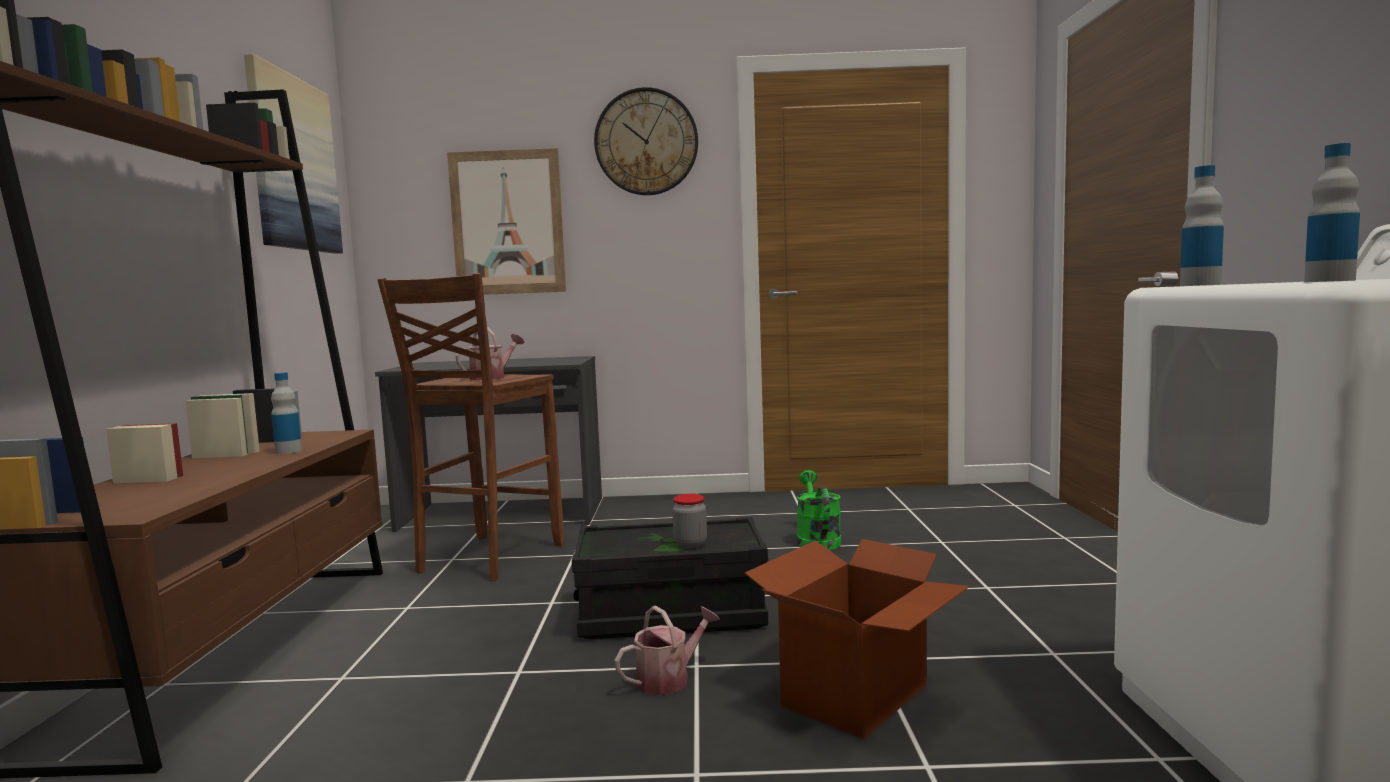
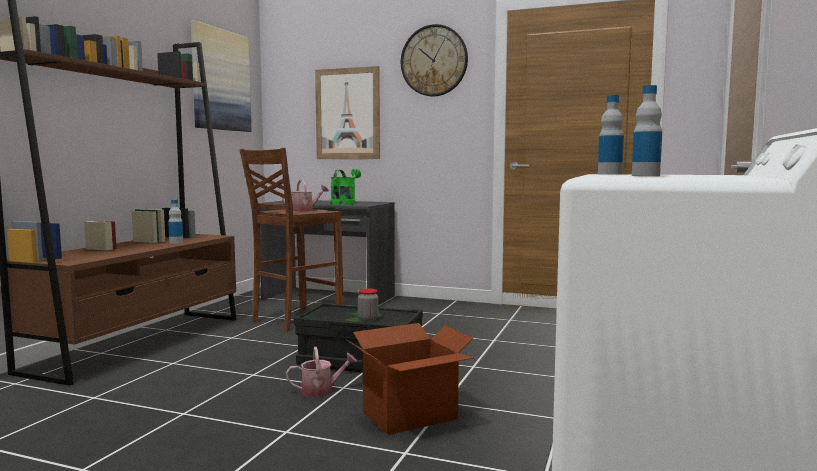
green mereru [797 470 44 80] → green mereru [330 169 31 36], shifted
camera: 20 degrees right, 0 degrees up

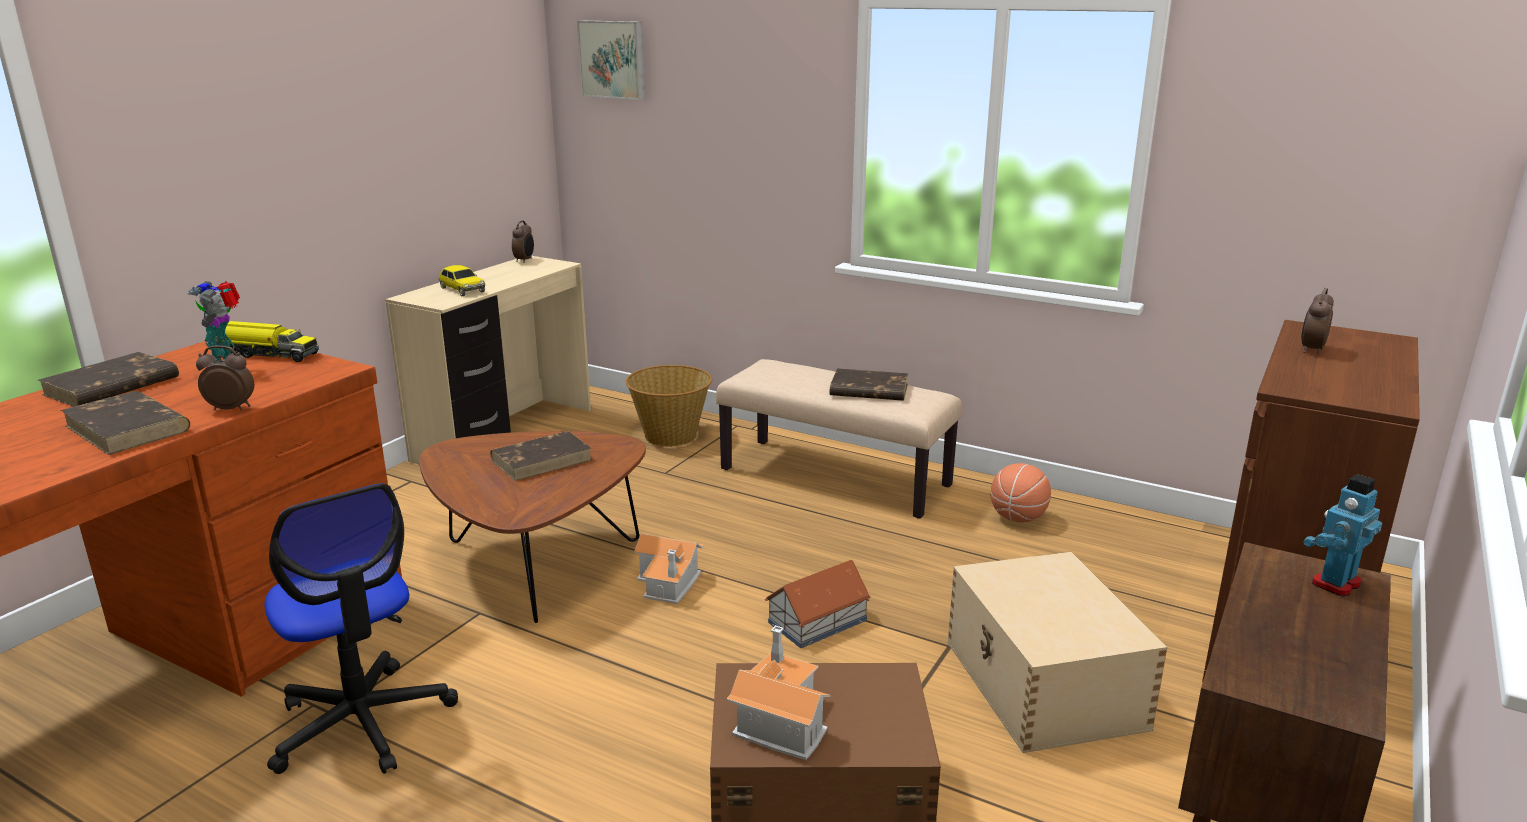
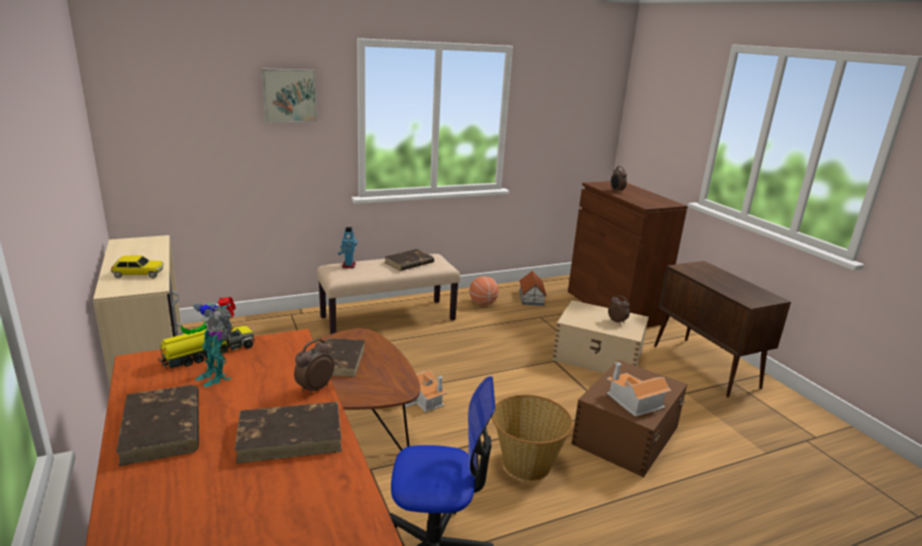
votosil [577 21 68 79] → votosil [261 68 56 54], shifted
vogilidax [1304 474 78 122] → vogilidax [338 226 20 42], shifted
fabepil [625 365 87 82] → fabepil [492 395 81 86], shifted
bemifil [765 560 106 88] → bemifil [519 271 28 35], shifted
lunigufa [512 220 22 43] → lunigufa [608 295 22 29], shifted
camera: 55 degrees left, 0 degrees up

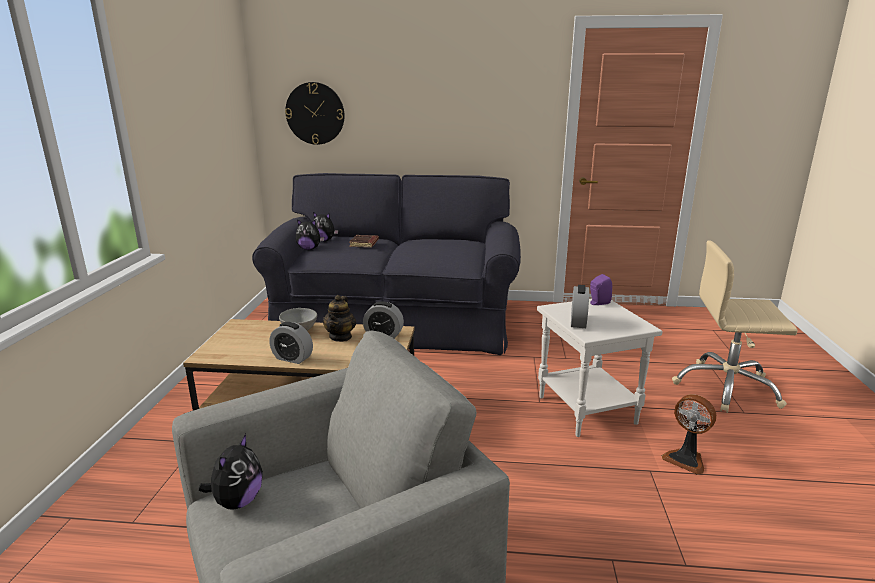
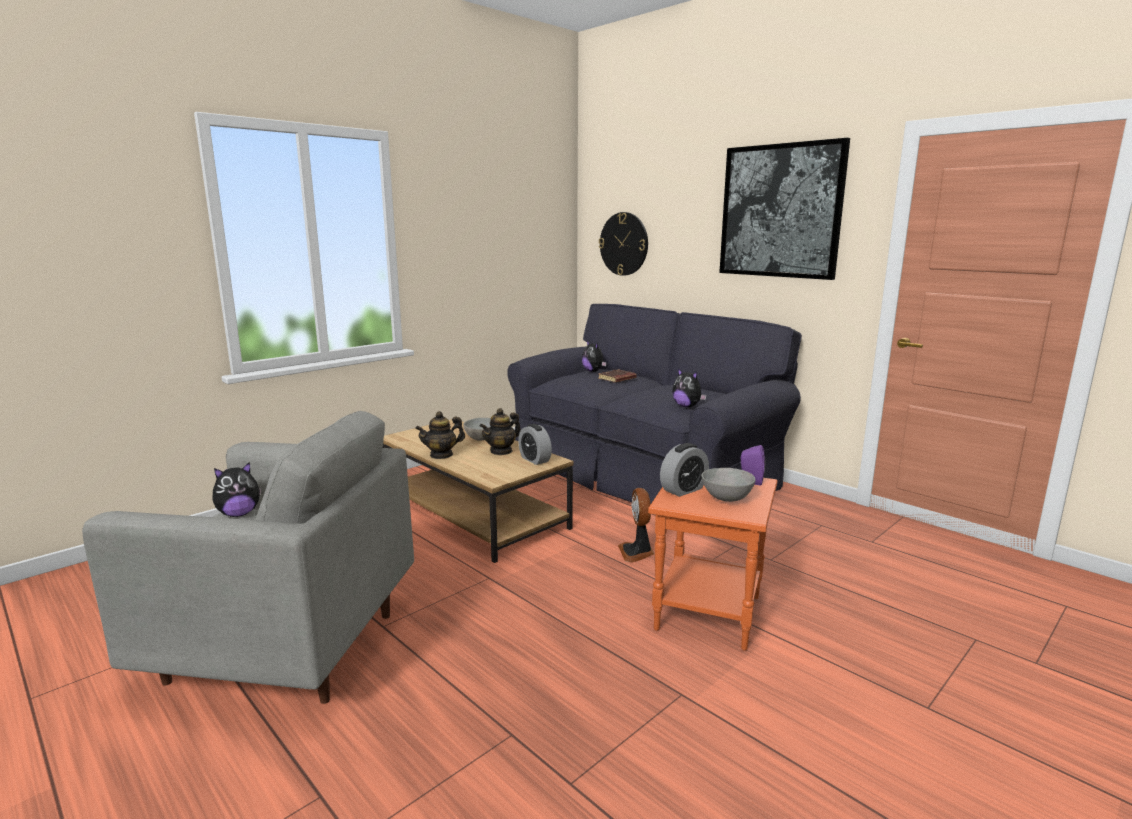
lunigufa [269 322 44 42] → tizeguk [415 411 50 48]
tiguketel [662 394 54 81] → tiguketel [618 488 36 74], shifted
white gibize [537 299 126 138] → orange gibize [648 478 130 172]
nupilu [296 219 28 31] → nupilu [672 368 35 39], shifted
- → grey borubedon [701 468 55 34]
- → votosil [719 138 131 142]
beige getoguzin [672 240 126 173] → -
camera: 40 degrees right, 5 degrees down

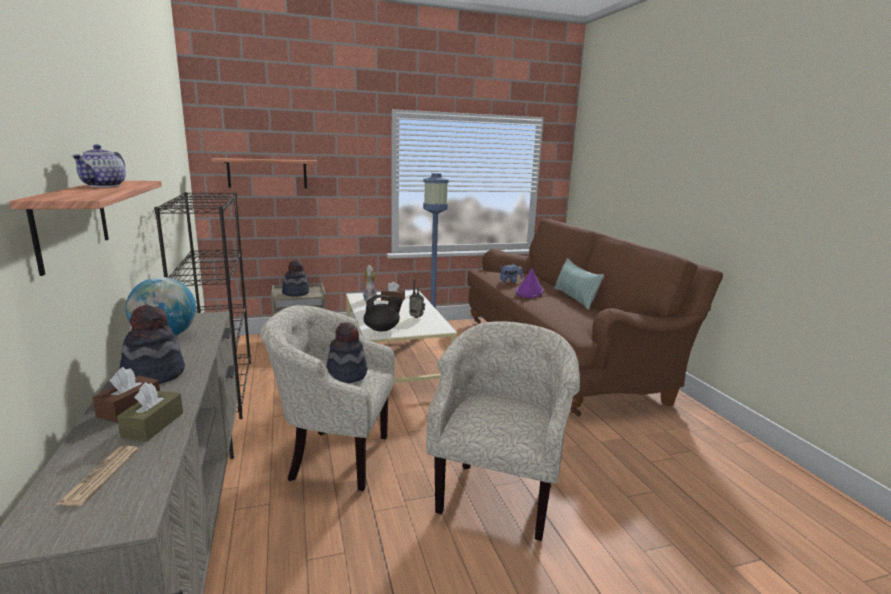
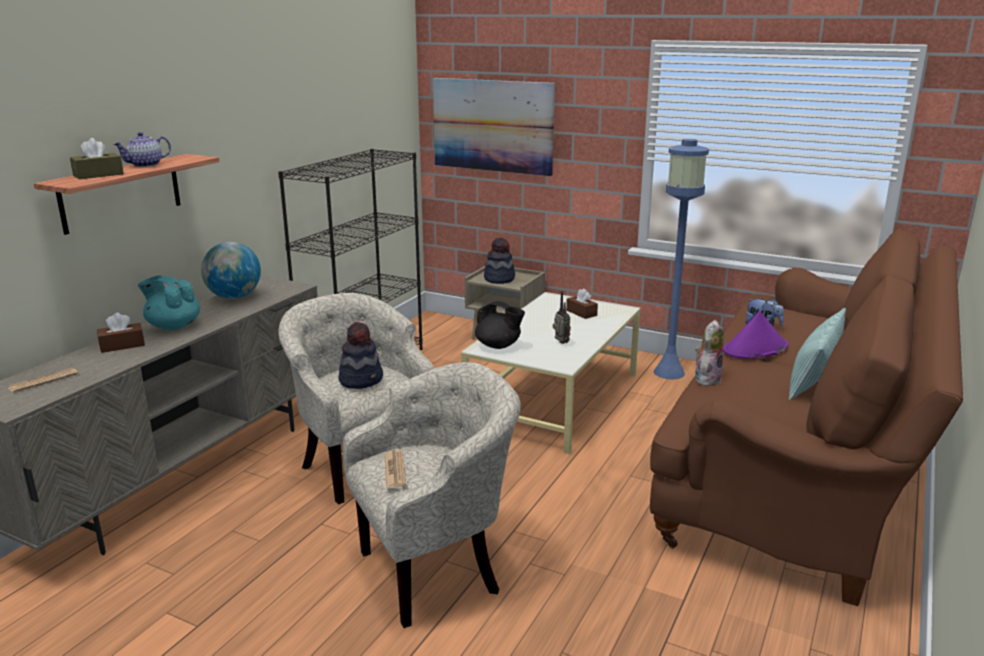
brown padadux [117 382 66 59] → brown padadux [70 138 54 41], shifted
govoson [120 305 65 79] → turquoise tizeguk [138 276 62 54]
- → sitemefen [384 450 22 38]
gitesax [211 158 107 30] → votosil [433 78 122 98]
nupilu [361 265 16 36] → nupilu [695 320 29 66], shifted
camera: 45 degrees right, 5 degrees up

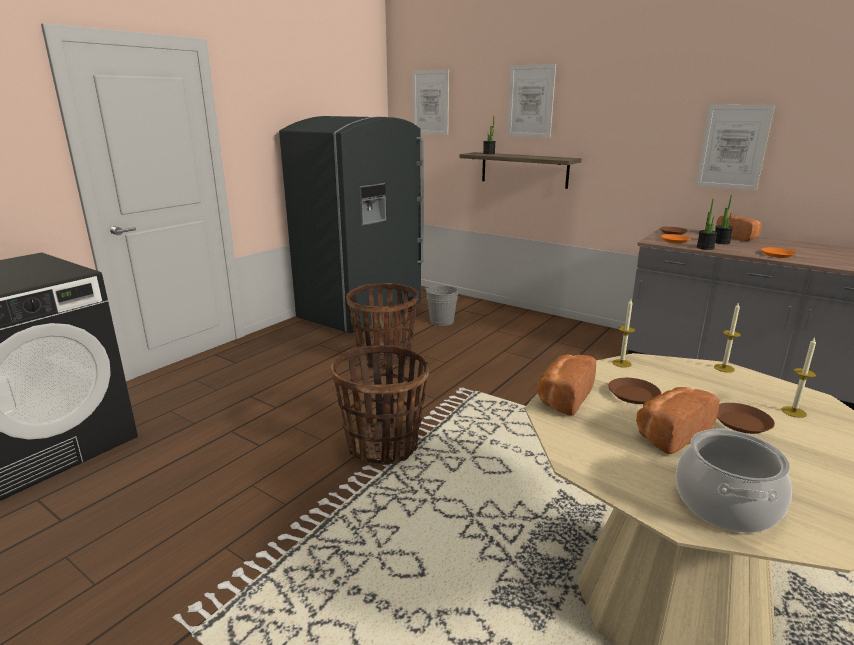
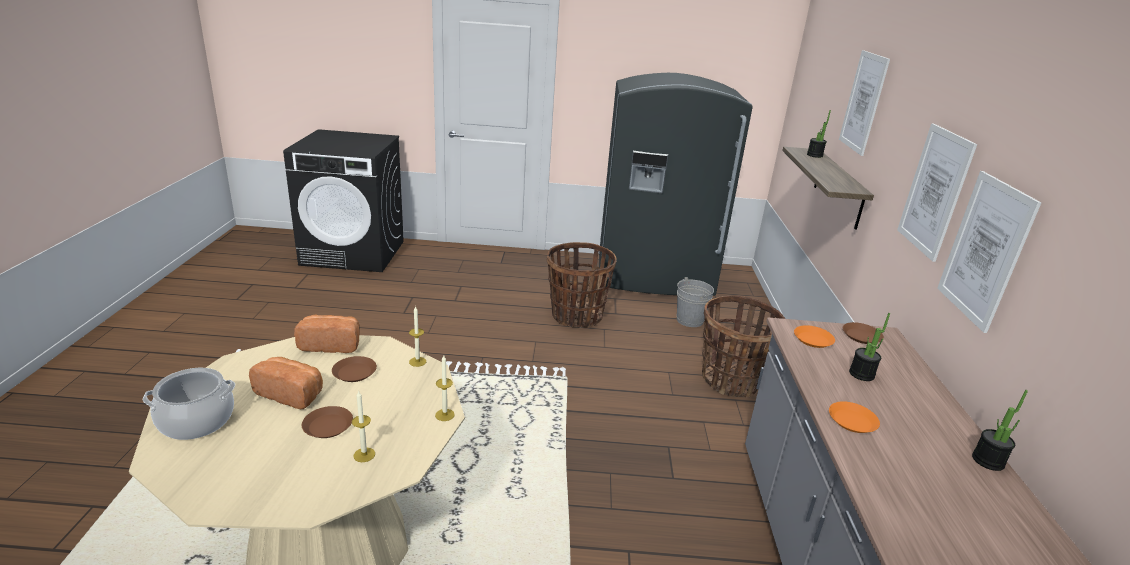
fabepil [331 345 98 120] → fabepil [702 296 83 102], shifted
votosil [413 70 36 65] → votosil [897 123 80 139], shifted
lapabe [697 199 20 51] → lapabe [972 390 56 81], shifted
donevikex [716 215 45 26] → -
camera: 55 degrees right, 5 degrees up

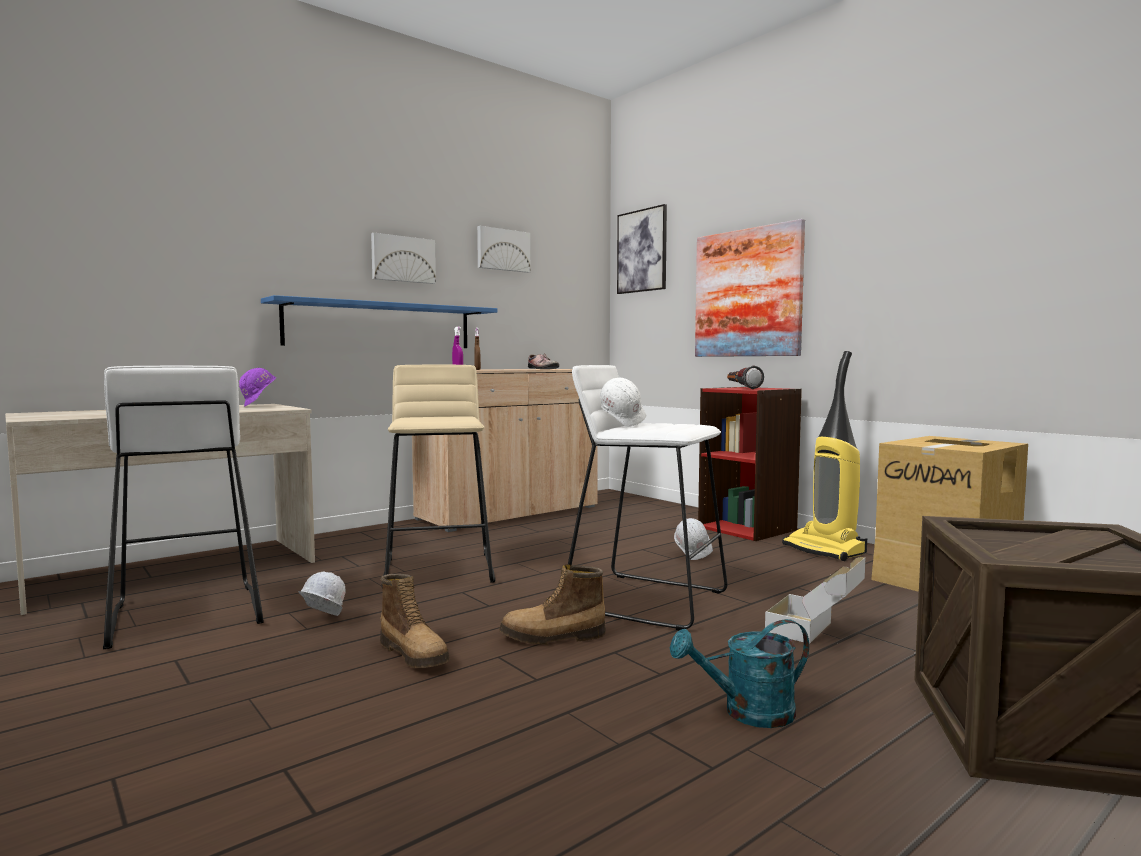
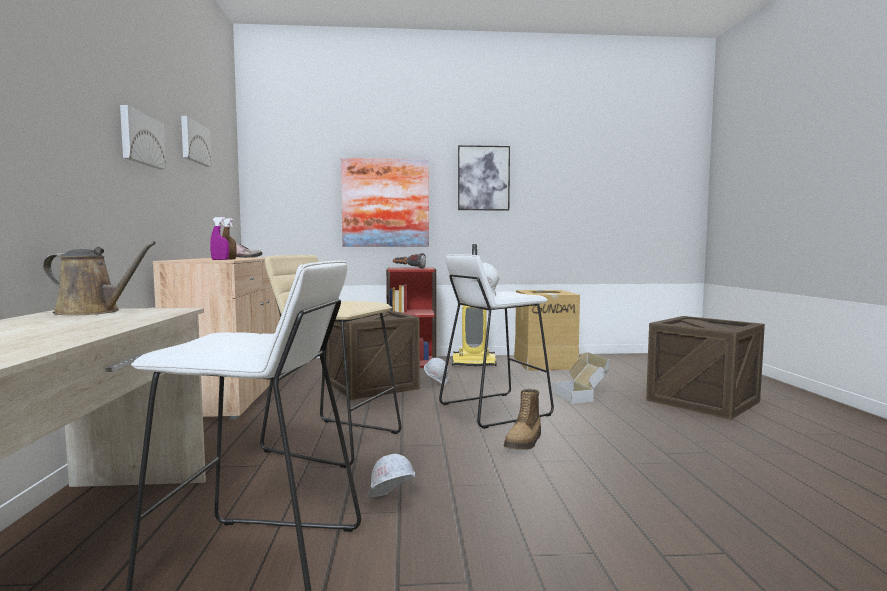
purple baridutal [239 368 38 39] → brown mereru [43 241 113 75]
- → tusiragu [326 310 94 90]
votosil [617 204 50 90] → votosil [458 145 52 65], shifted
blue gitesax [261 295 237 53] → -
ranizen [380 574 70 94] → -
turquoise mereru [670 619 139 109] → -
camera: 55 degrees left, 0 degrees up

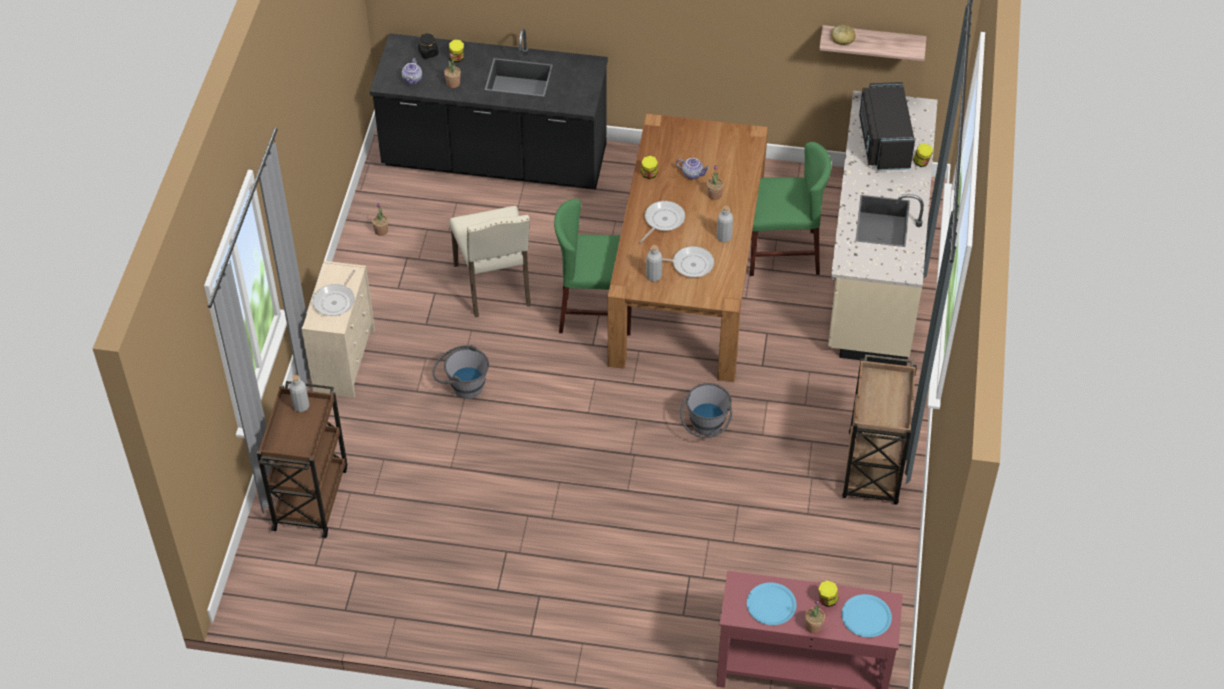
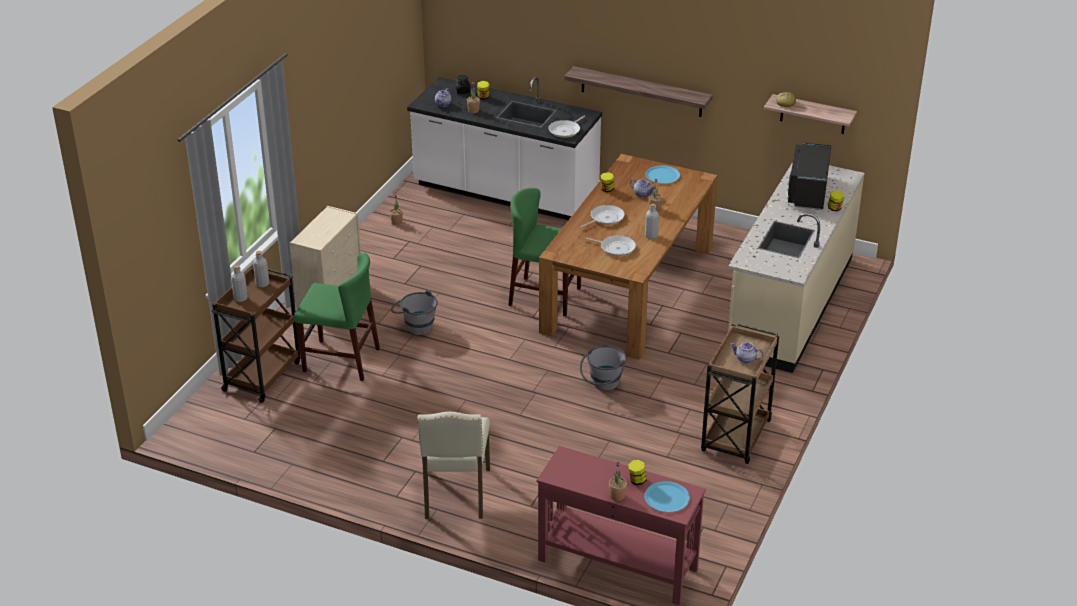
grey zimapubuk [646 245 16 37] → grey zimapubuk [231 265 17 37], shifted
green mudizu [750 142 81 134] → green mudizu [294 253 86 128], shifted
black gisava [370 29 238 160] → white gisava [407 76 195 144]
beige mudizu [449 206 82 111] → beige mudizu [417 412 73 107], shifted
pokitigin [313 270 42 46] → pokitigin [548 116 37 22], shifted
- → gitesax [564 66 149 51]
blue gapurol [747 583 50 42] → blue gapurol [646 165 34 19], shifted
- → tizeguk [730 342 33 22]
camera: 15 degrees right, 15 degrees down

